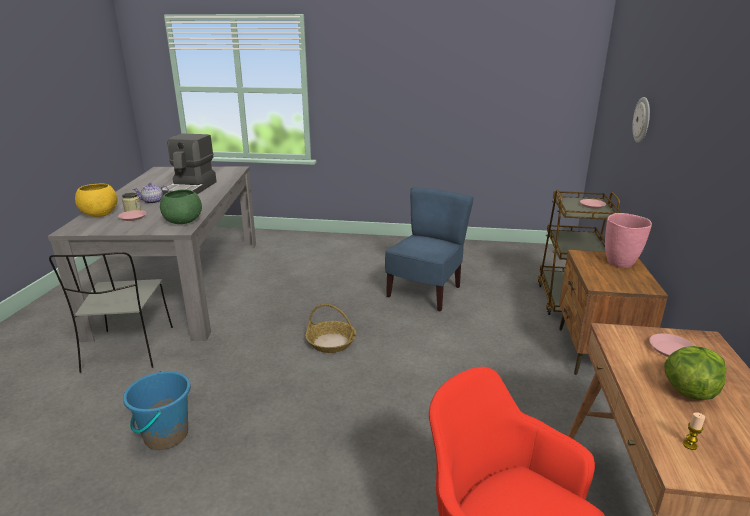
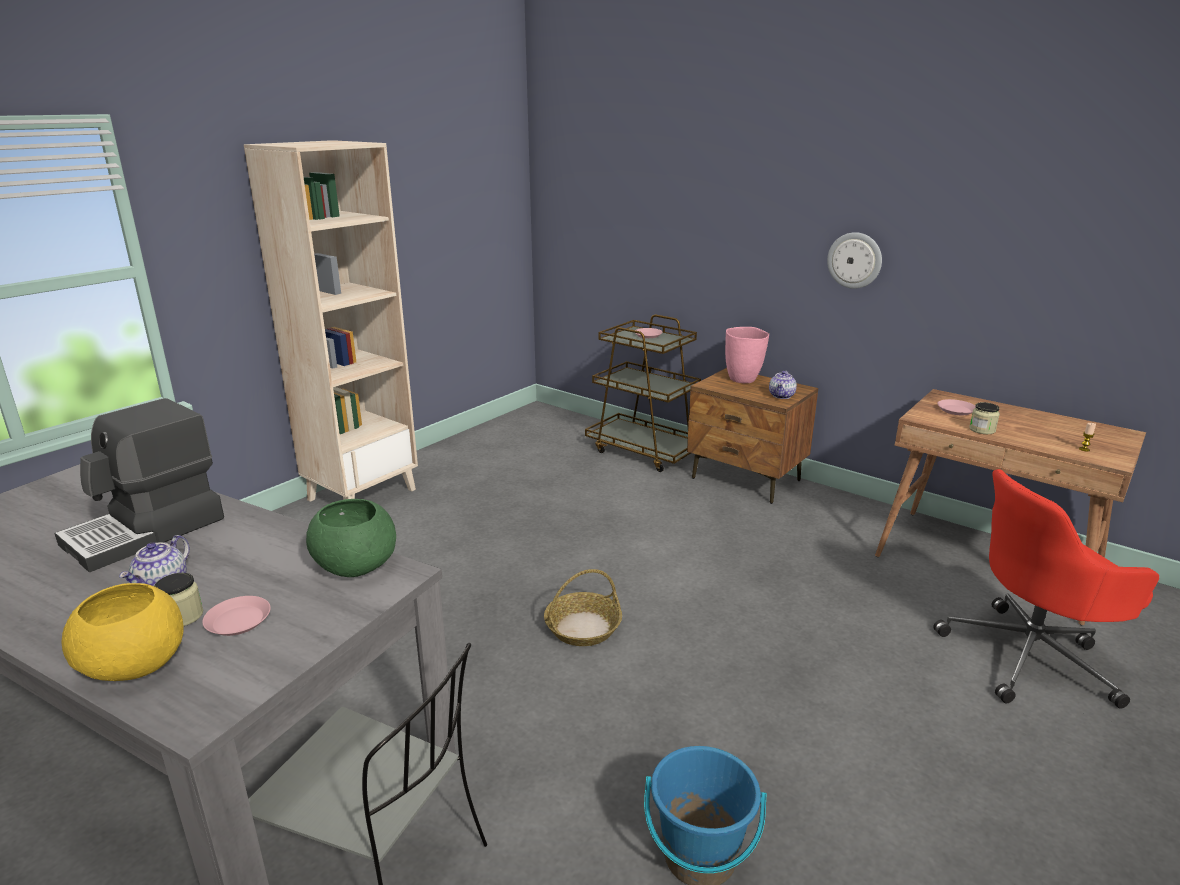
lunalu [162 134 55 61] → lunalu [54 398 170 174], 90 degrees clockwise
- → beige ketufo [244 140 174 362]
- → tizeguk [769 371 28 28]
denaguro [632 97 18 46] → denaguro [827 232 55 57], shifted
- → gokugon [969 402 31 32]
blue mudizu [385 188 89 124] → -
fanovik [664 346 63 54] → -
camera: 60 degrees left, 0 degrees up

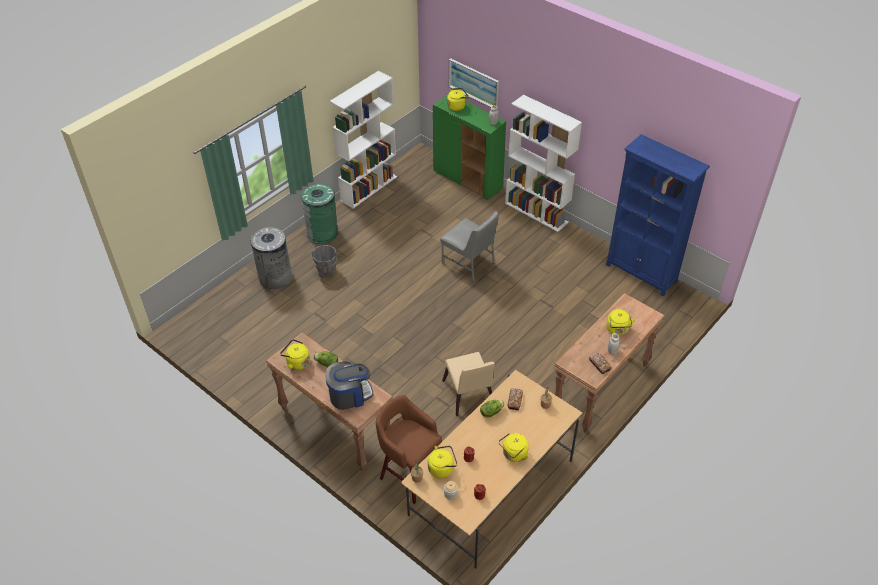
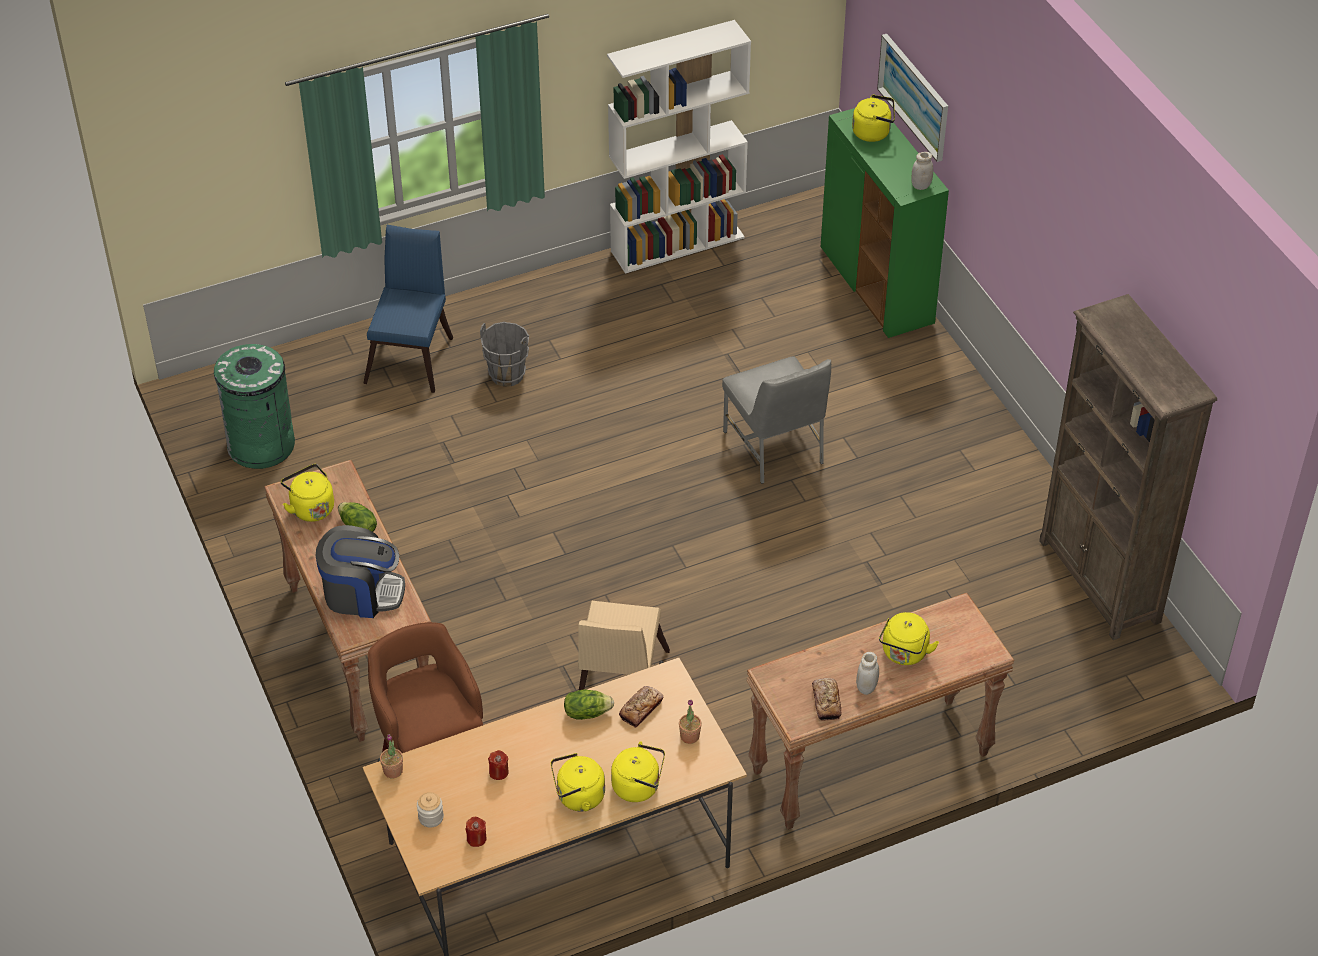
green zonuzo [301 184 37 60] → green zonuzo [214 344 81 125], shifted
grey zonuzo [251 227 41 62] → blue mudizu [363 225 90 168]
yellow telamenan [428 445 29 33] → yellow telamenan [611 741 54 61], shifted
blue ketufo [606 134 104 162] → brown ketufo [1039 294 178 346]
white ketufo [505 95 77 137] → -
camera: 25 degrees right, 0 degrees up

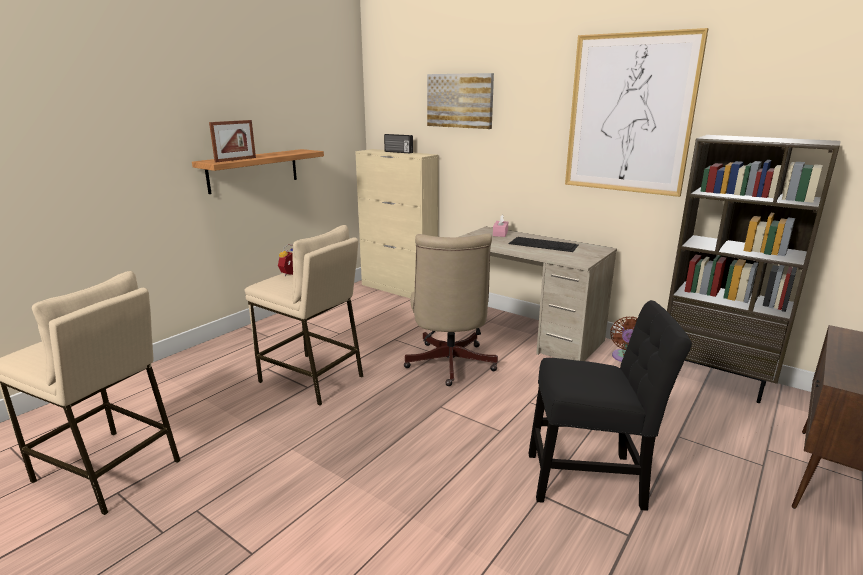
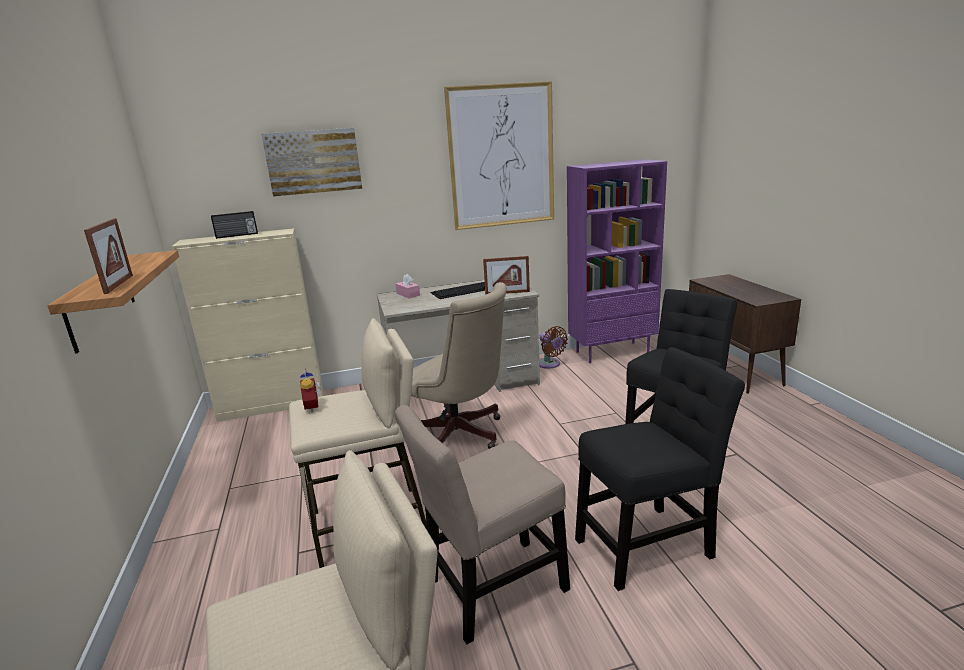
- → beige mudizu [395 405 175 239]
- → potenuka [483 256 47 39]
brown ketufo [667 135 174 268] → purple ketufo [567 159 100 204]
- → black mudizu [575 347 170 244]
camera: 50 degrees left, 0 degrees up

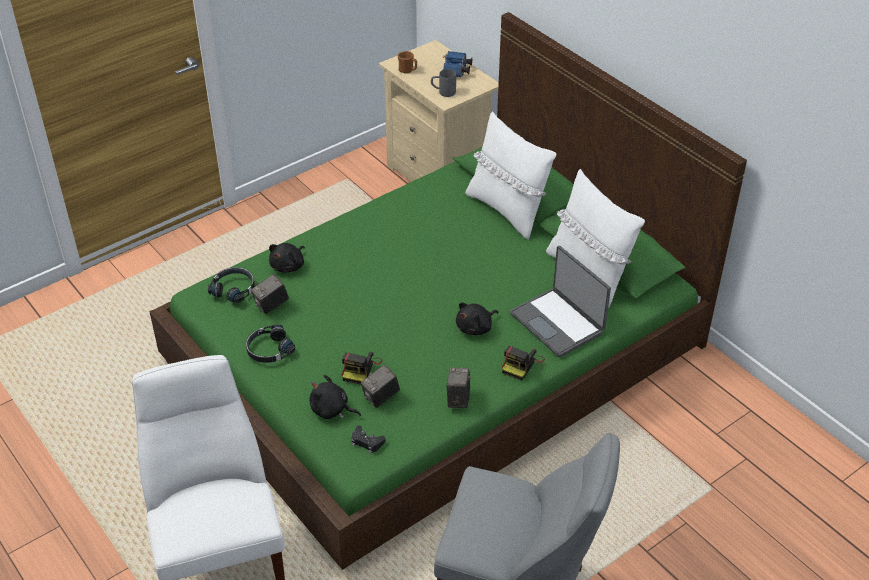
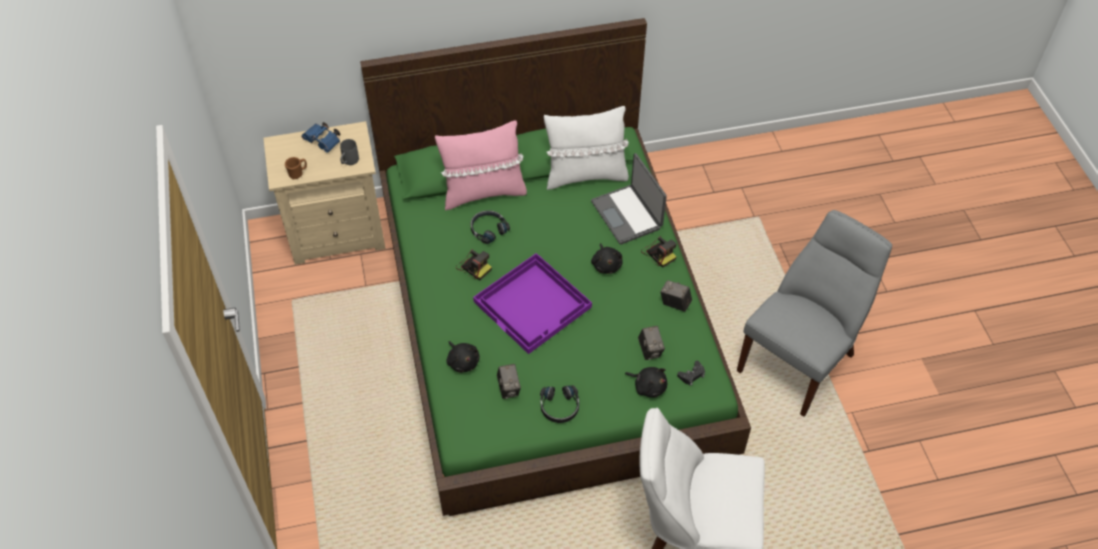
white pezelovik [465 111 91 129] → pink pezelovik [435 120 92 91]
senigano [342 351 41 34] → senigano [456 249 36 31], shifted
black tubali [208 267 46 36] → black tubali [471 210 39 34], shifted
- → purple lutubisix [473 253 119 101]
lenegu [510 246 101 112] → lenegu [591 153 76 92], 75 degrees clockwise
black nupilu [309 375 52 44] → black nupilu [625 367 42 31], 105 degrees counterclockwise
camera: 65 degrees left, 10 degrees up

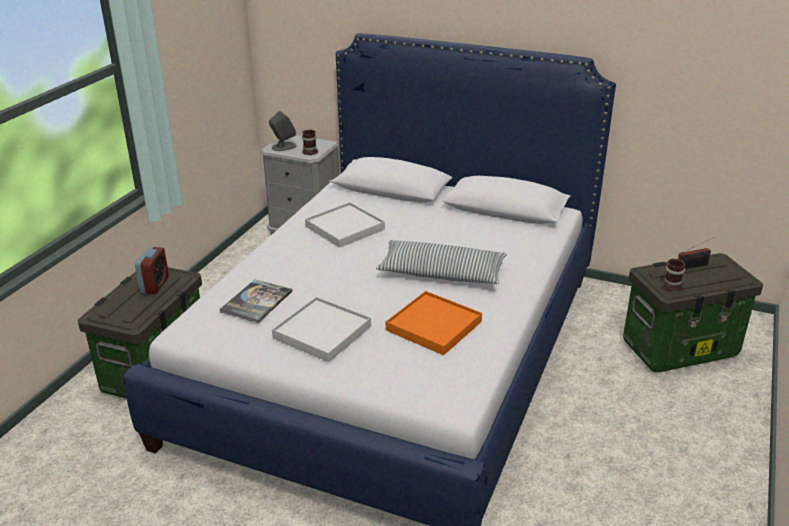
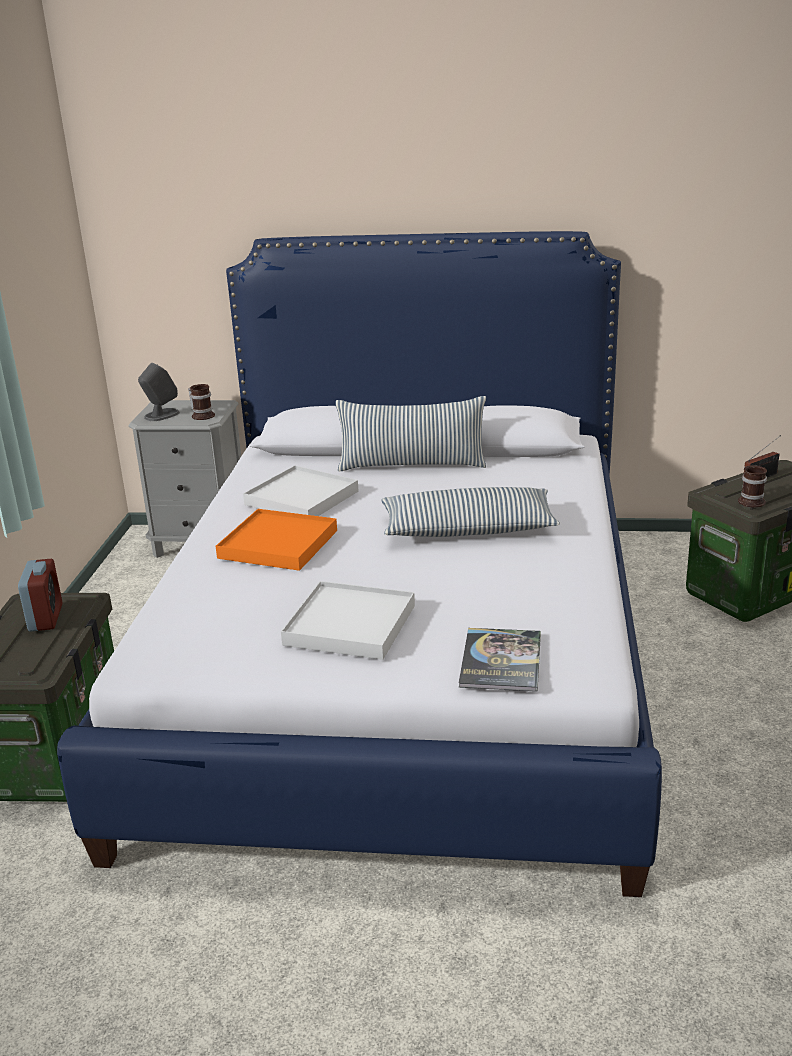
orange lutubisix [386 291 96 64] → orange lutubisix [216 509 121 62], shifted
- → pezelovik [335 396 151 75]
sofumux [219 279 73 44] → sofumux [459 628 82 64], shifted
camera: 15 degrees left, 5 degrees down

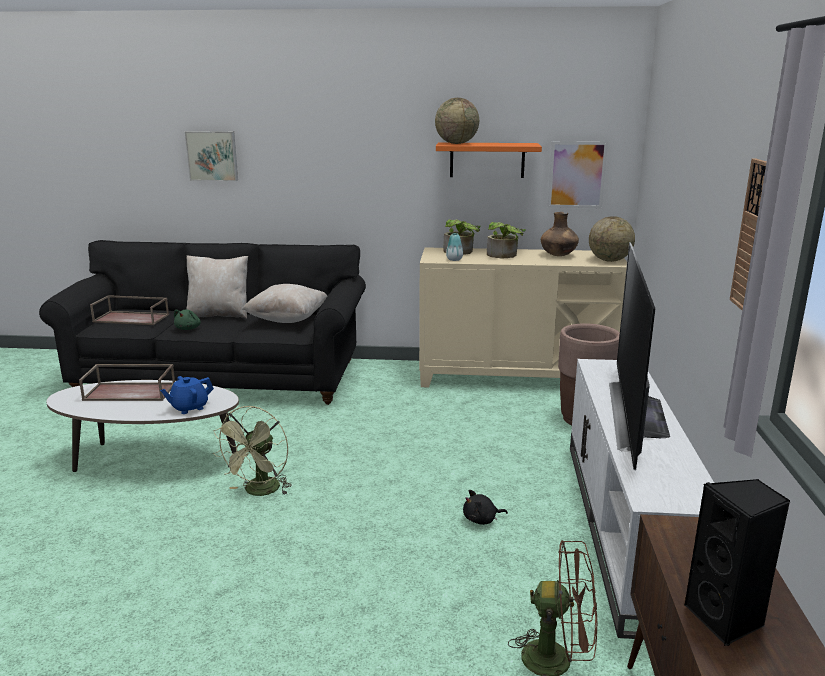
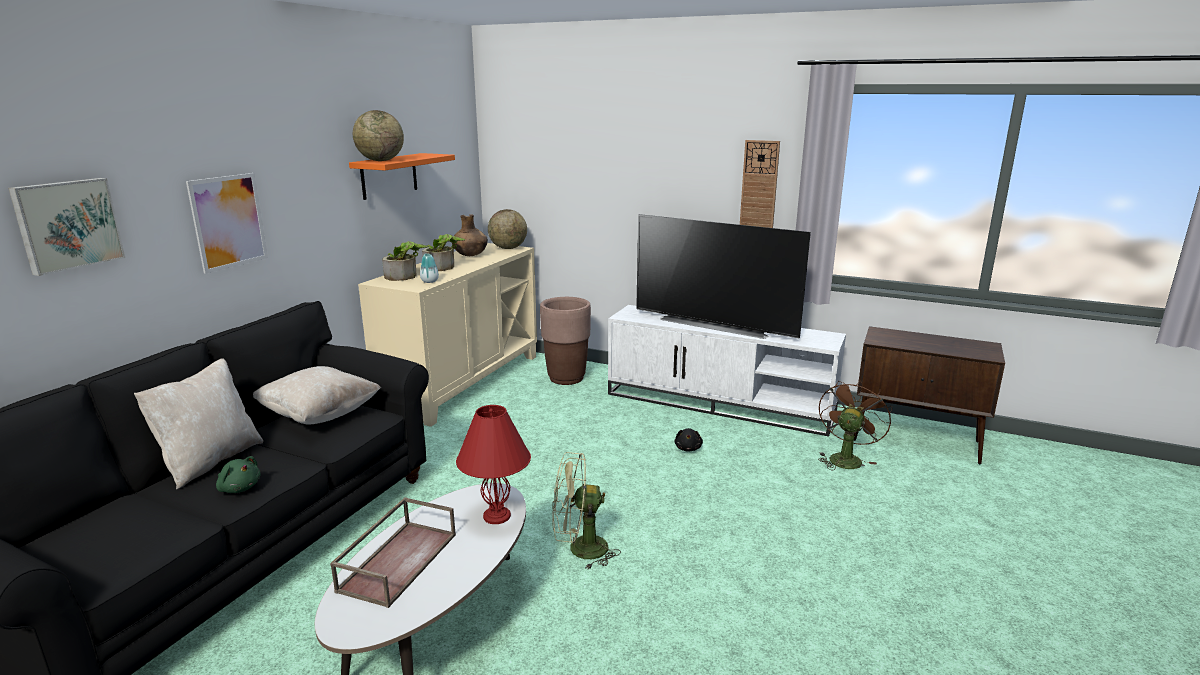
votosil [548 141 60 67] → votosil [186 173 82 101], shifted
blue tizeguk [160 376 54 38] → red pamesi [456 405 75 119]
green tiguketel [213 406 79 90] → green tiguketel [552 452 69 118], 135 degrees clockwise
brown lutubisix [90 295 79 30] → -
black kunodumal [684 479 106 167] → -
camera: 70 degrees left, 0 degrees up

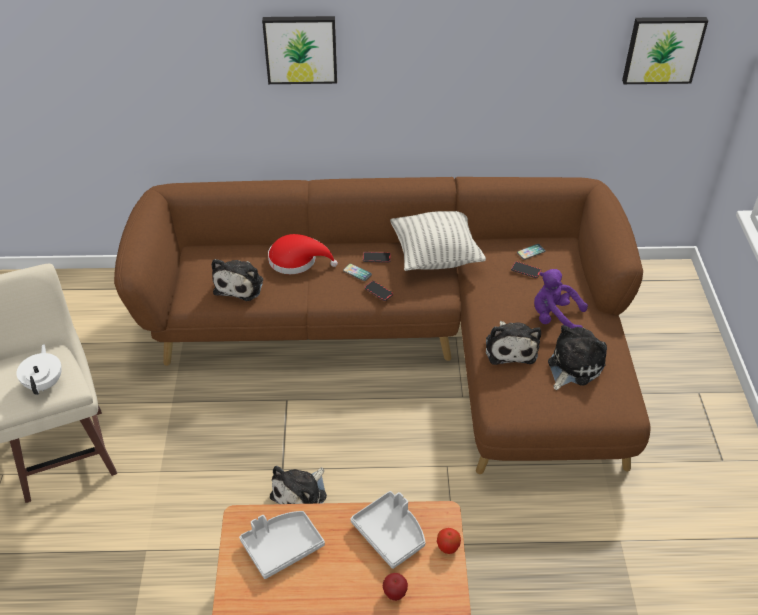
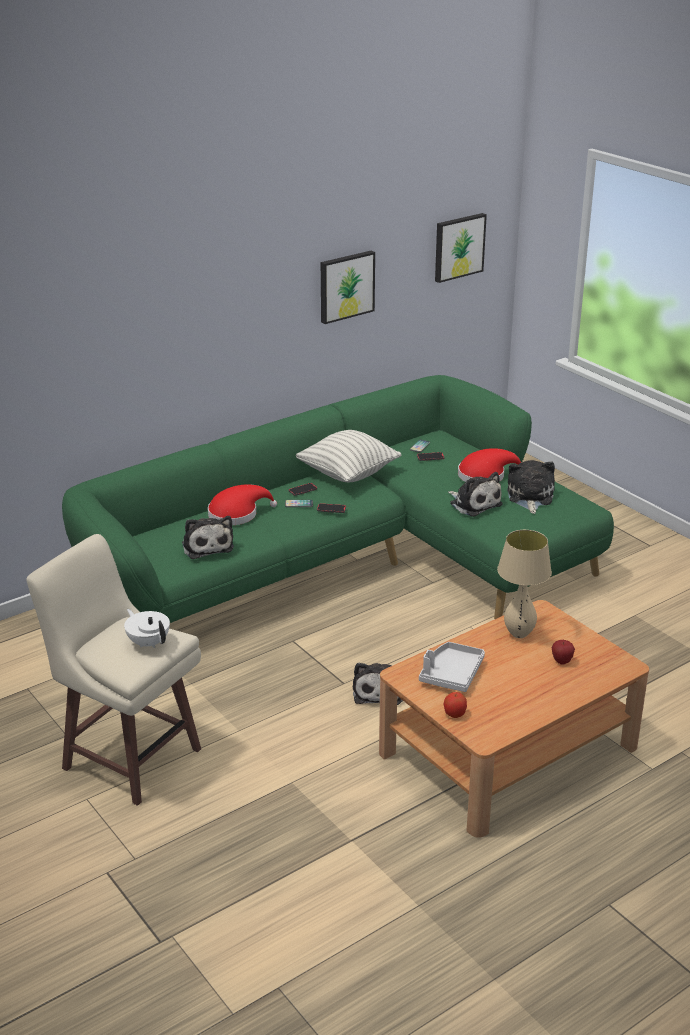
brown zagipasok [114 177 537 297] → green zagipasok [62 375 552 248]
votosil [262 16 75 68] → votosil [321 251 54 73], shifted
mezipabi [437 528 24 26] → mezipabi [444 692 23 26], shifted
purple nupilu [534 269 54 59] → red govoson [458 448 63 34]
grey lutubisix [350 491 75 78] → beige pamesi [497 530 55 108]
camera: 35 degrees left, 15 degrees down

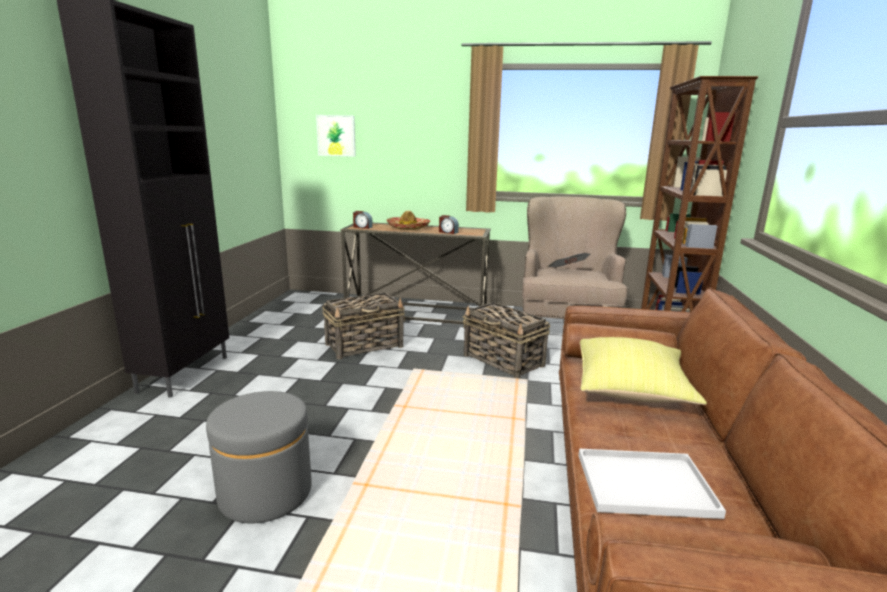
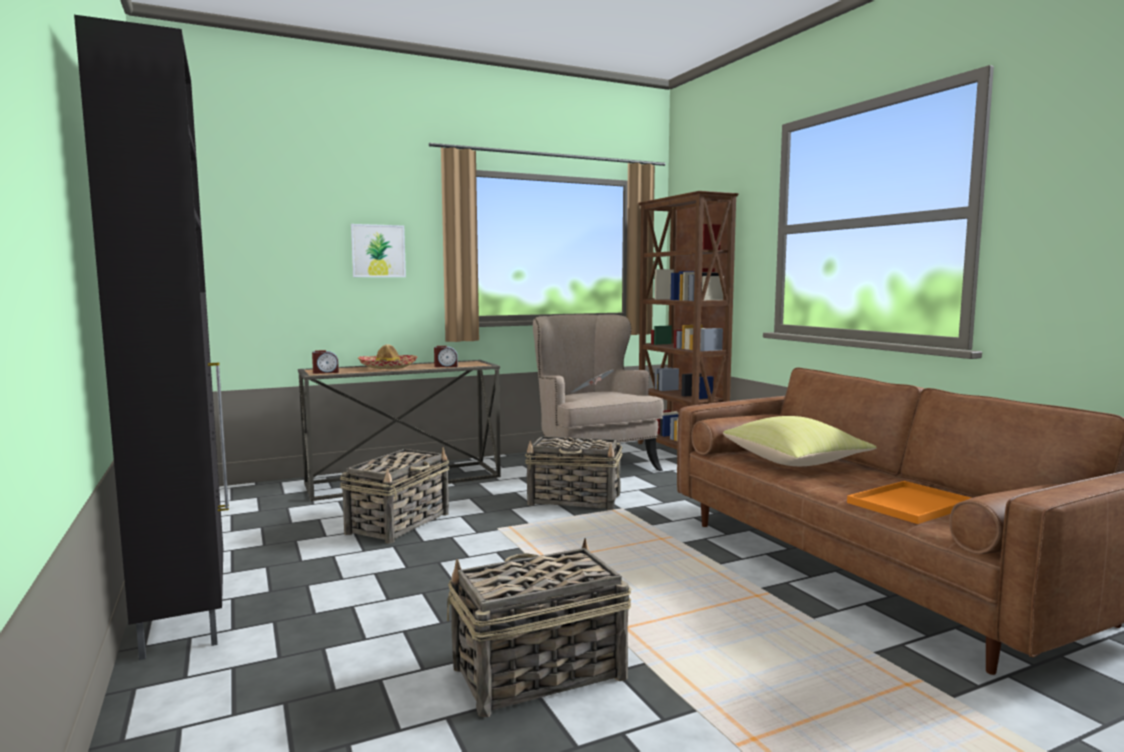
votosil [316 115 40 42] → votosil [351 224 55 53], shifted
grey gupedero [206 391 106 133] → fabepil [447 538 185 179]
white lutubisix [578 449 148 70] → orange lutubisix [847 481 124 43]
camera: 35 degrees left, 10 degrees down

